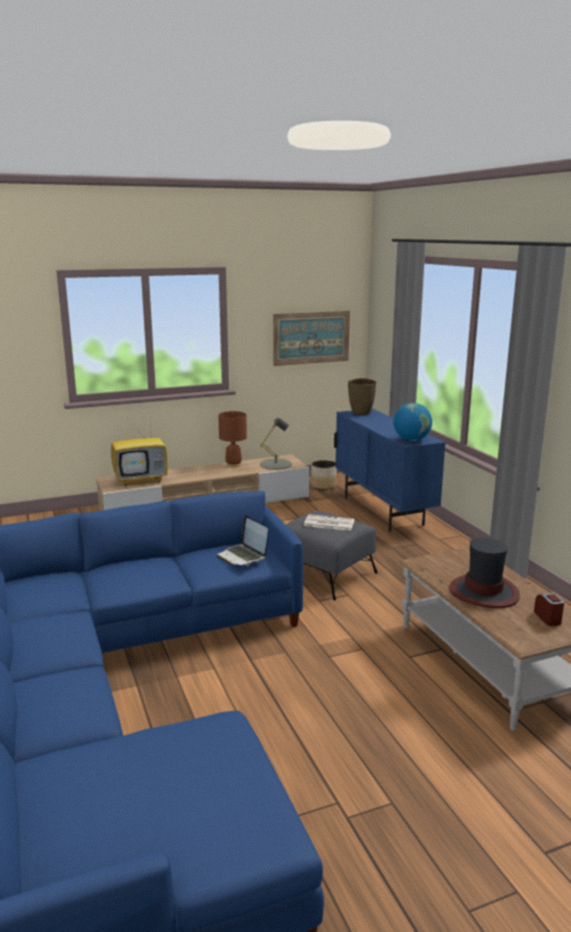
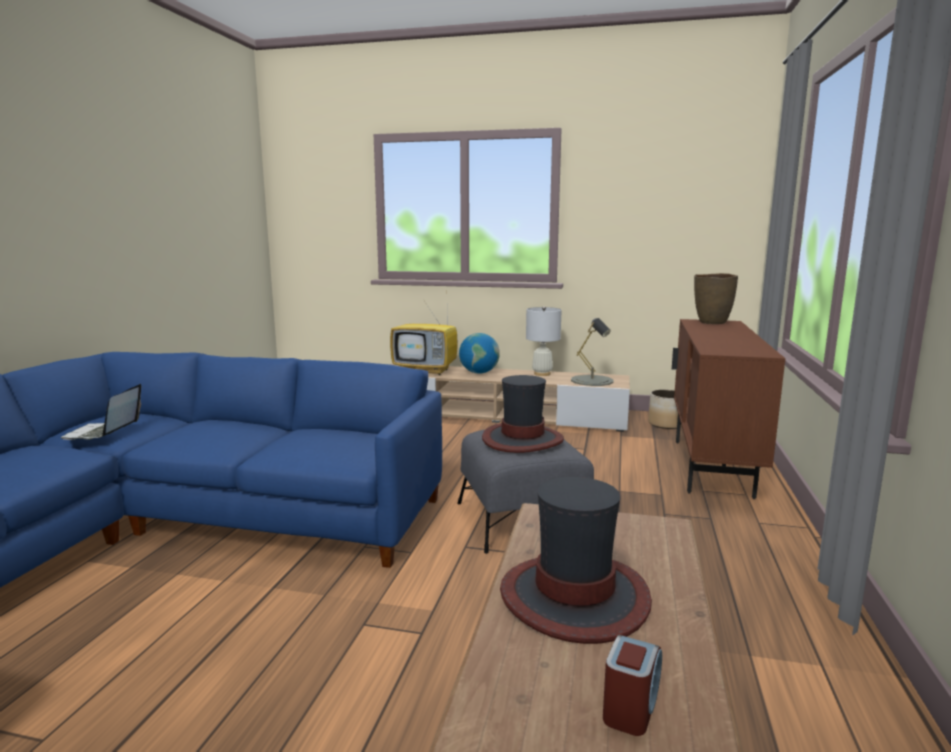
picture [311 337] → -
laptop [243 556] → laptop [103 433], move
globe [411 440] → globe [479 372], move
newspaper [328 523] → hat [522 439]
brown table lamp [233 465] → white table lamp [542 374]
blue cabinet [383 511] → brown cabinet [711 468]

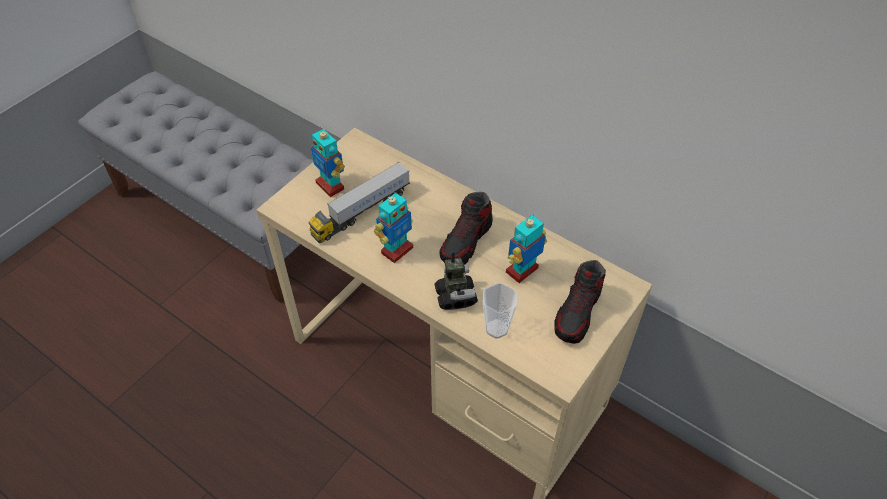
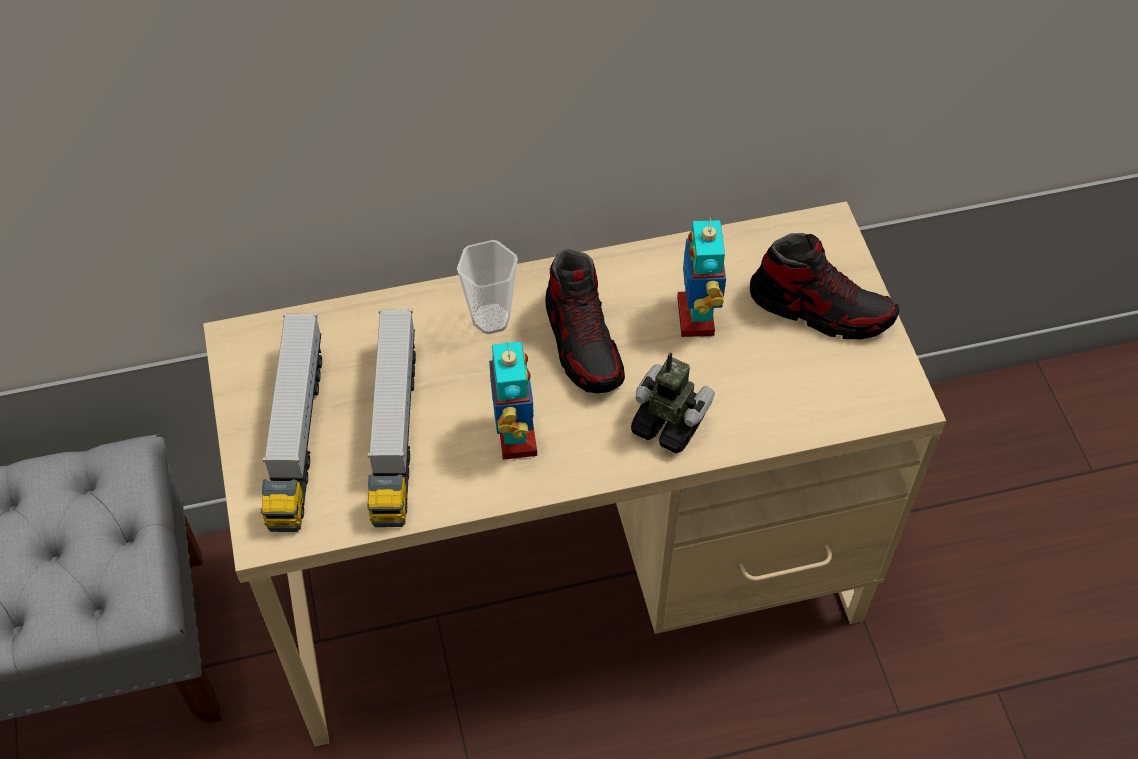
cup [496 328] → cup [491 319], move
toy robot [330 186] → toy truck [296 435]
shoe [578 313] → shoe [820 309], 45 degrees counterclockwise

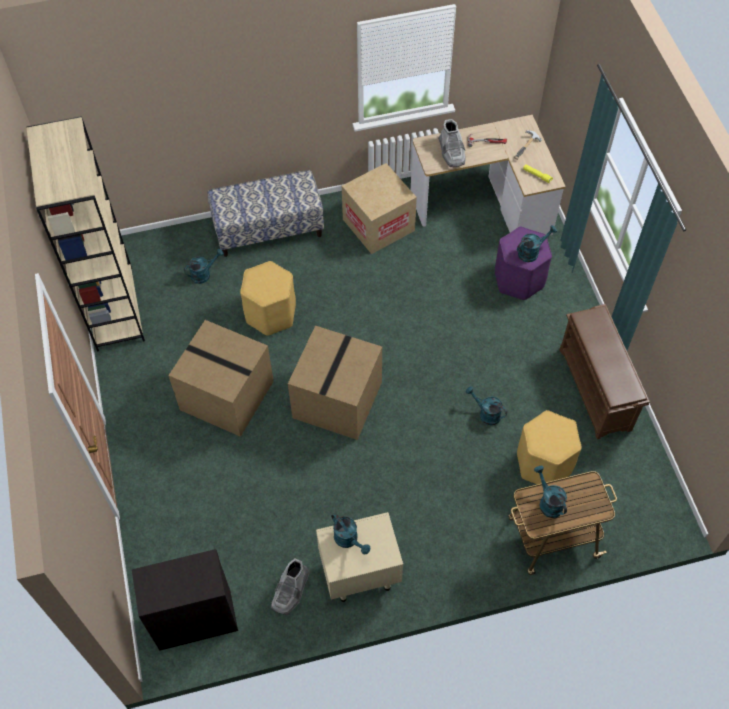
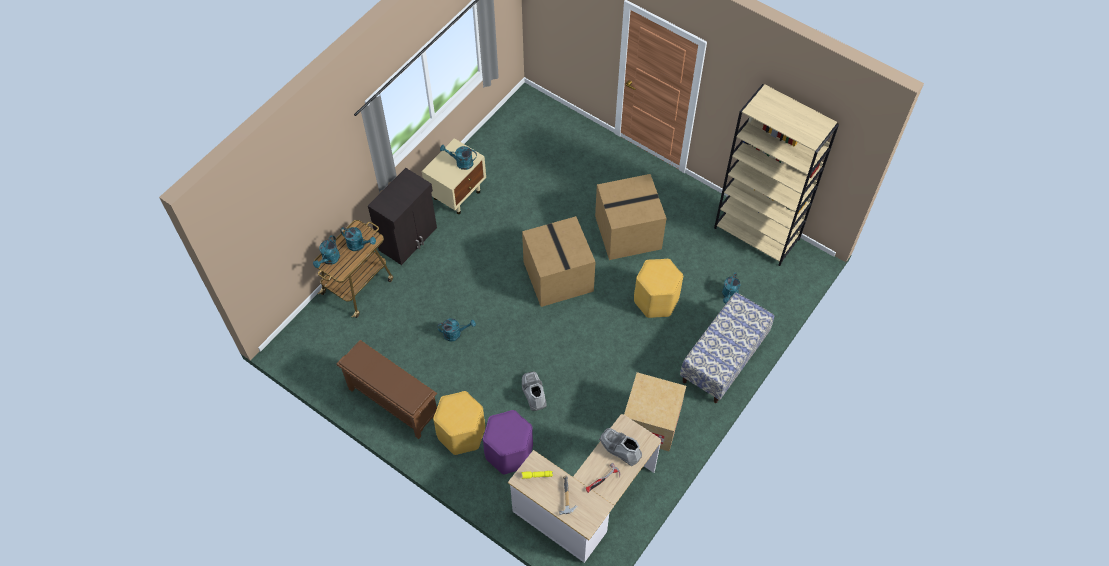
black cabinet [194 619] → black cabinet [409 239], move
grey boot [290 591] → grey boot [533 392], move
turquoise watering can [531 252] → turquoise watering can [329 260], move
yellow stool [543 463] → yellow stool [461 433], move

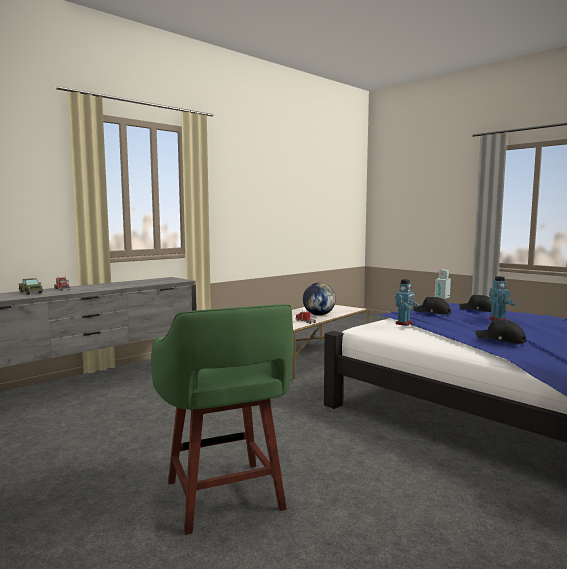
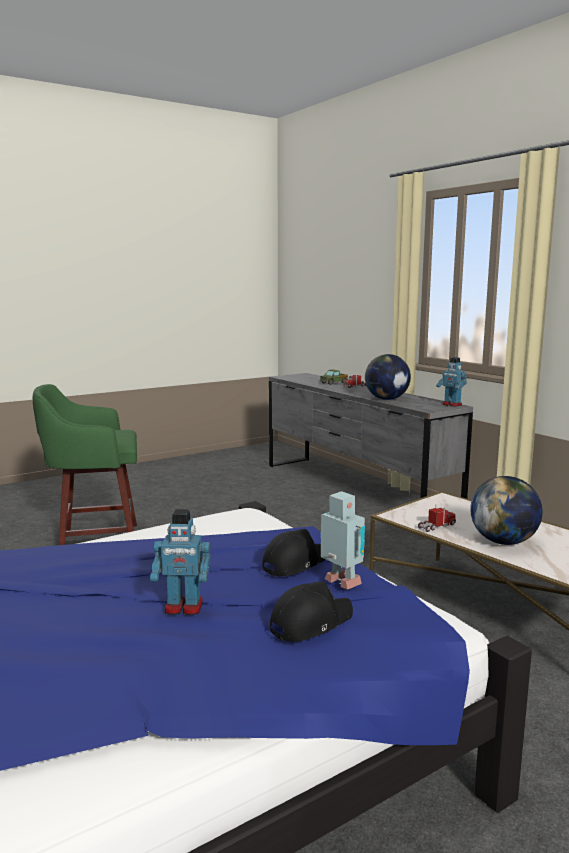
black cap [500 339] → -
- → globe [387 399]
toy robot [404 323] → toy robot [451 404], move

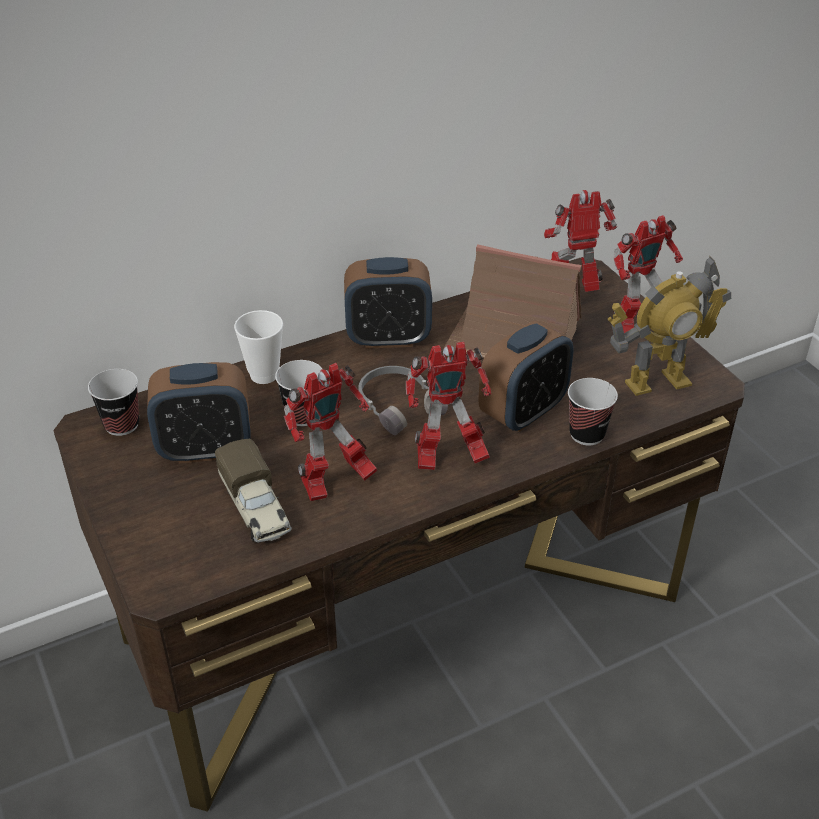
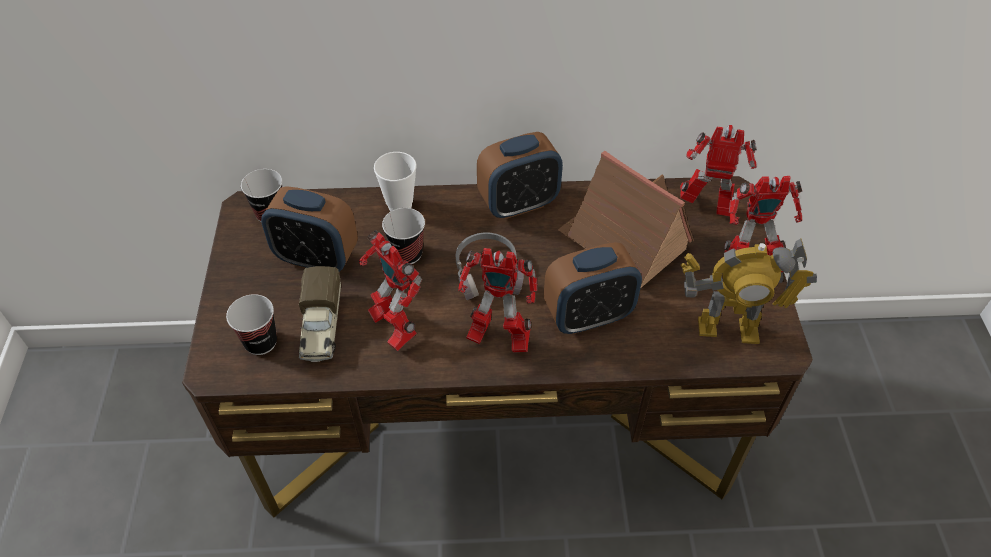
cup [587 434] → cup [261 342], move
toy robot [334 483] → toy robot [393 326], 60 degrees clockwise
alarm clock [388 338] → alarm clock [518 204], 45 degrees counterclockwise

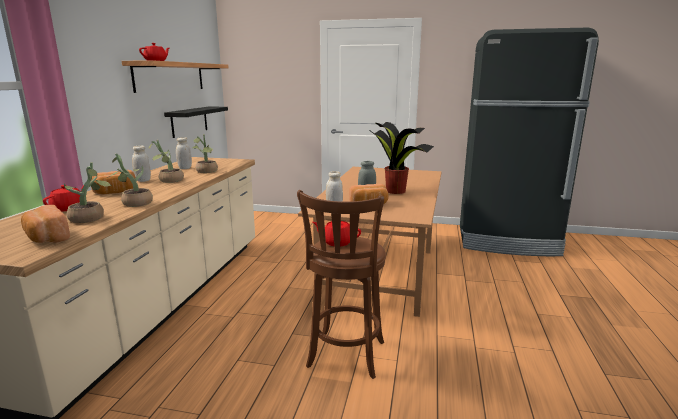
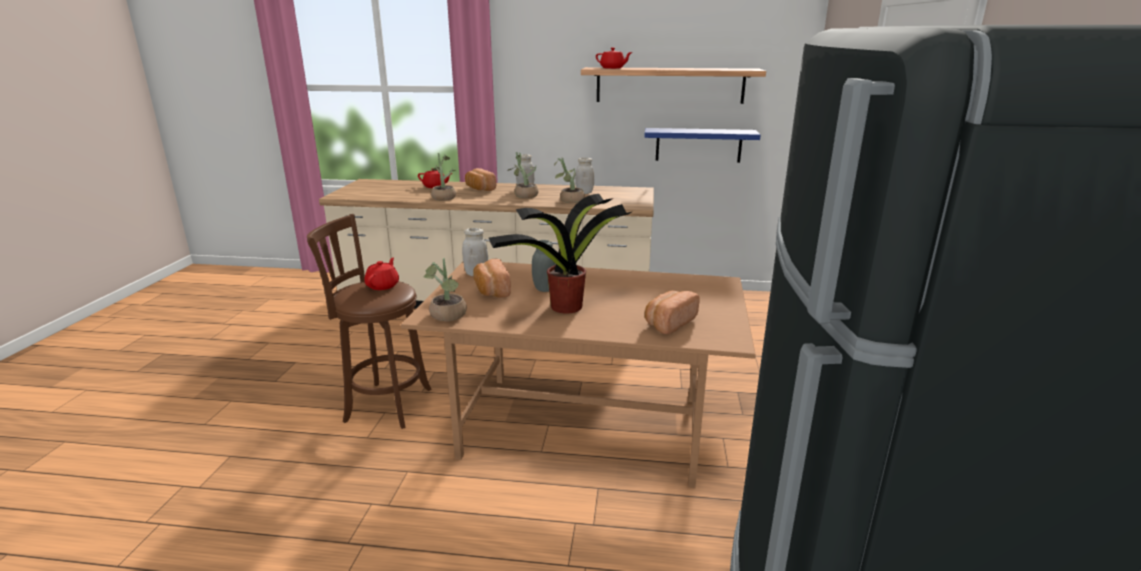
bread [46 238] → bread [669 323], move
potted plant [91 218] → potted plant [447 316], move
black shelf [189 121] → blue shelf [698 145]

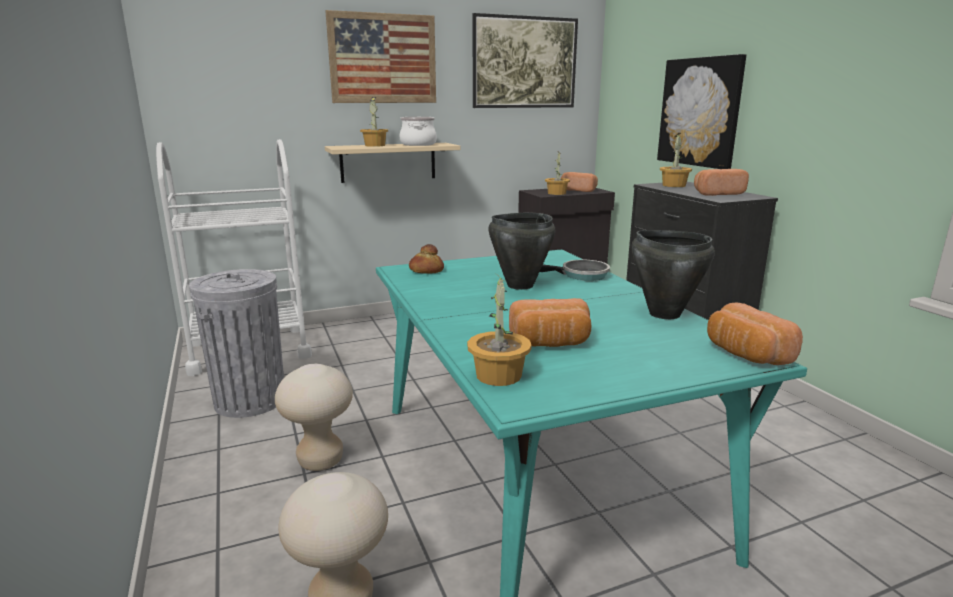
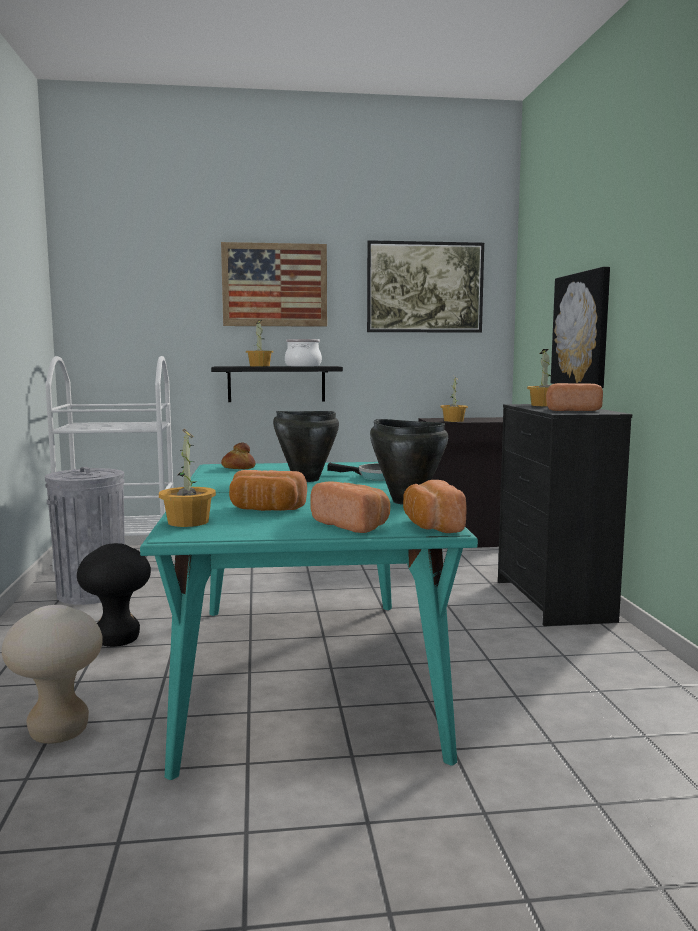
bread [580 190] → bread [353 525], move
beige stool [320 460] → black stool [117 640]
beige shelf [388 162] → black shelf [276 384]

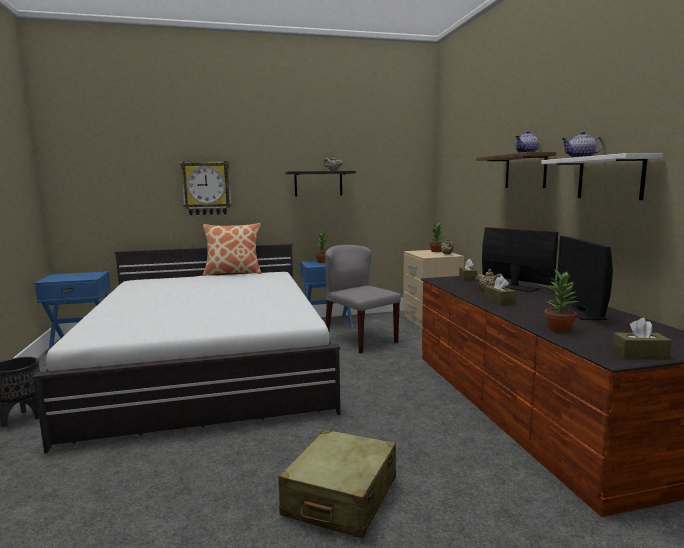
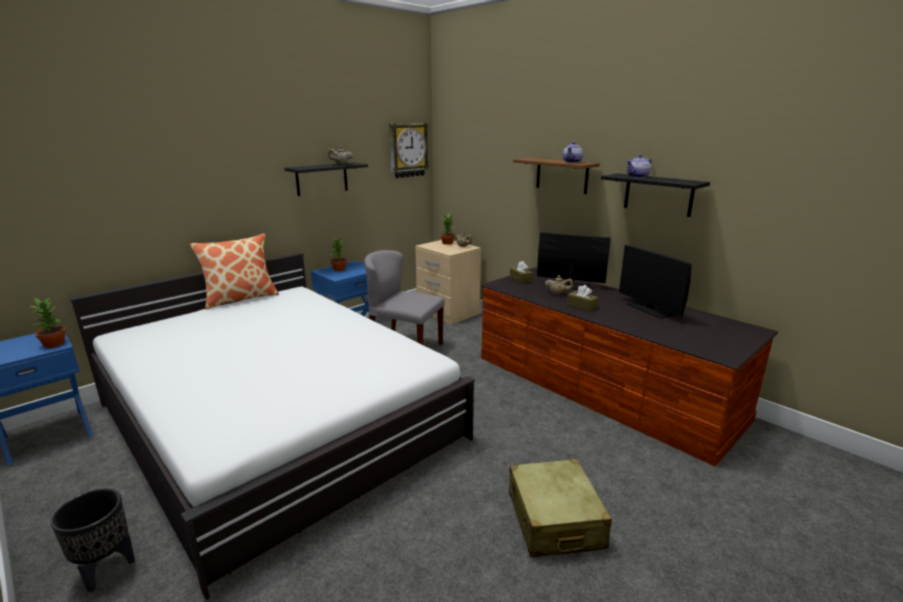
brown tissue box [640 354] → -
wall clock [206 188] → wall clock [408 150], move
potted plant [559 329] → potted plant [54 344], move
white shelf [610 178] → black shelf [658 194]

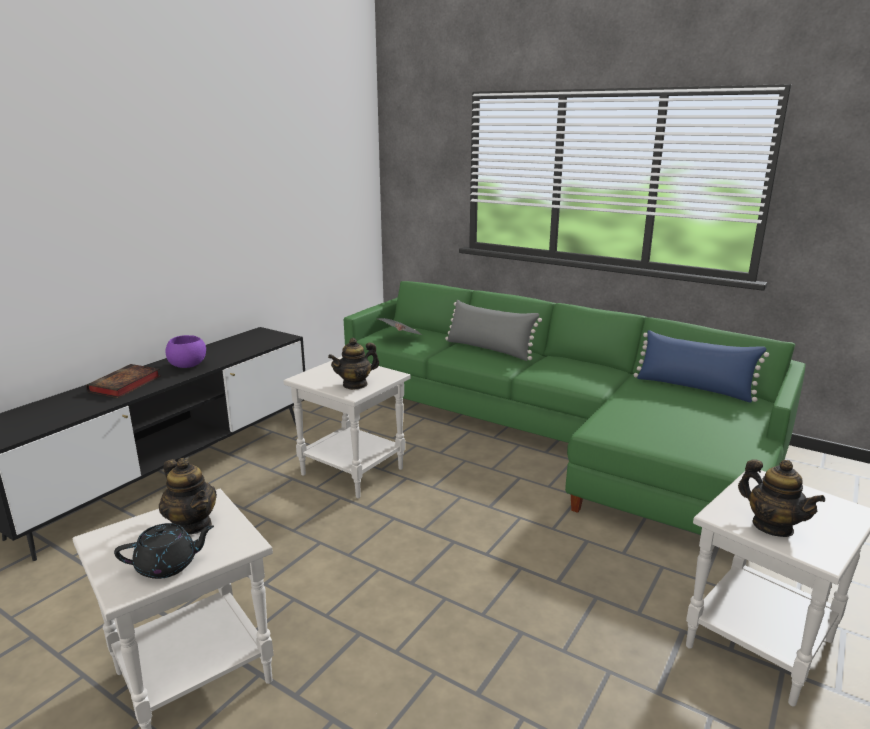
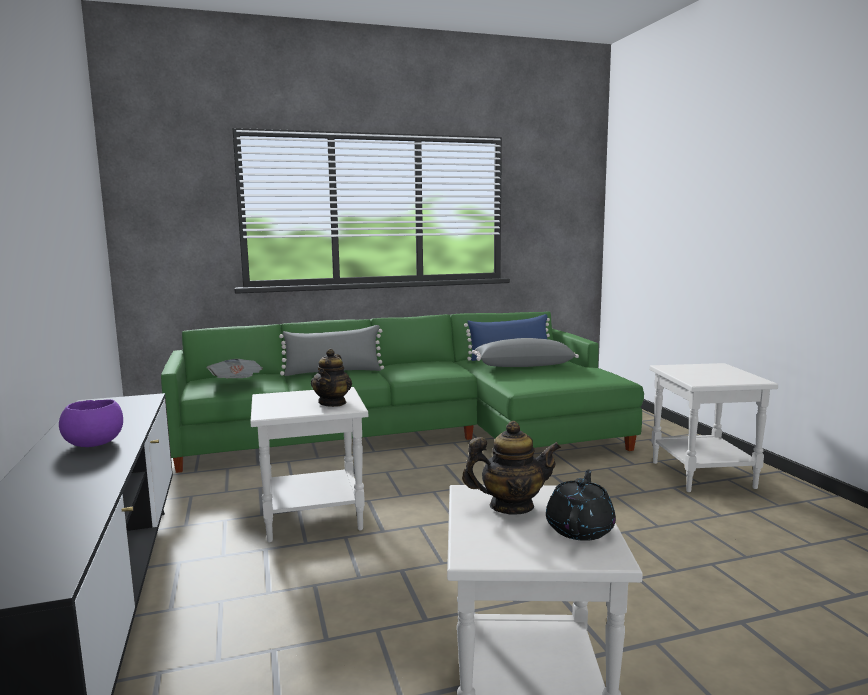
book [124 385] → -
teapot [772 526] → -
- → grey pillow [523 365]

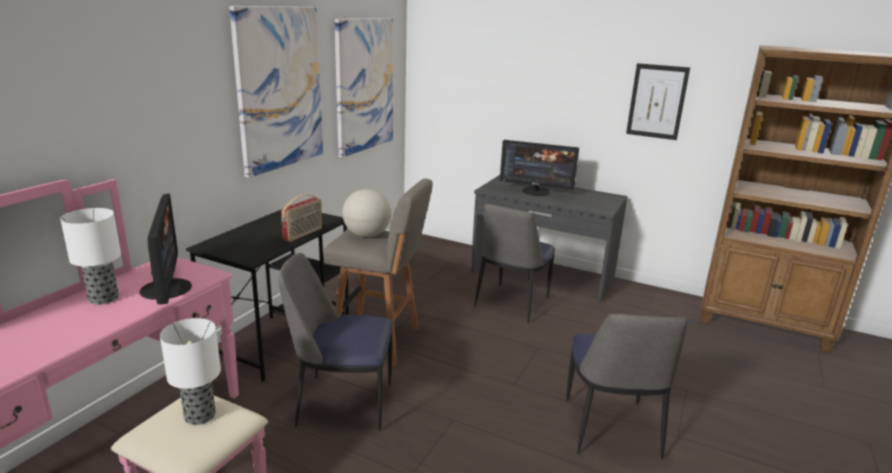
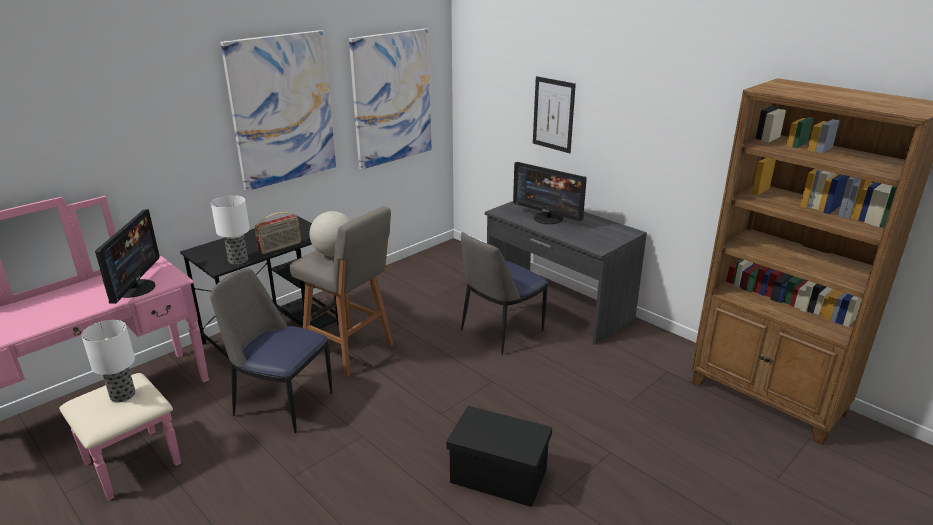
table lamp [104 298] → table lamp [238 260], move
picture [657 101] → picture [553 114], move
chair [610 430] → black storage box [497 476]

